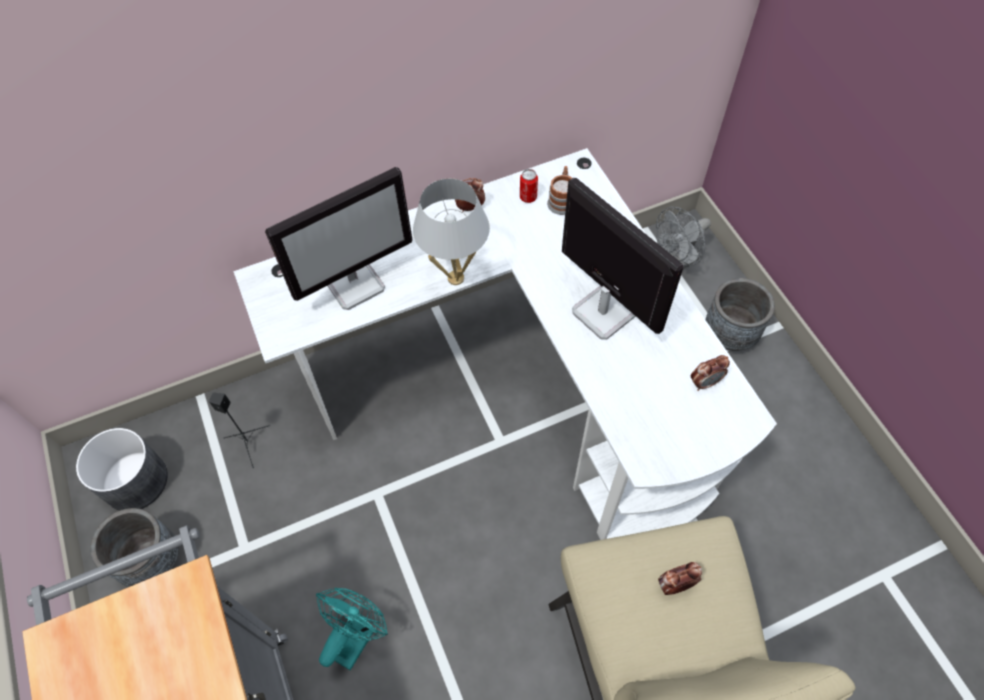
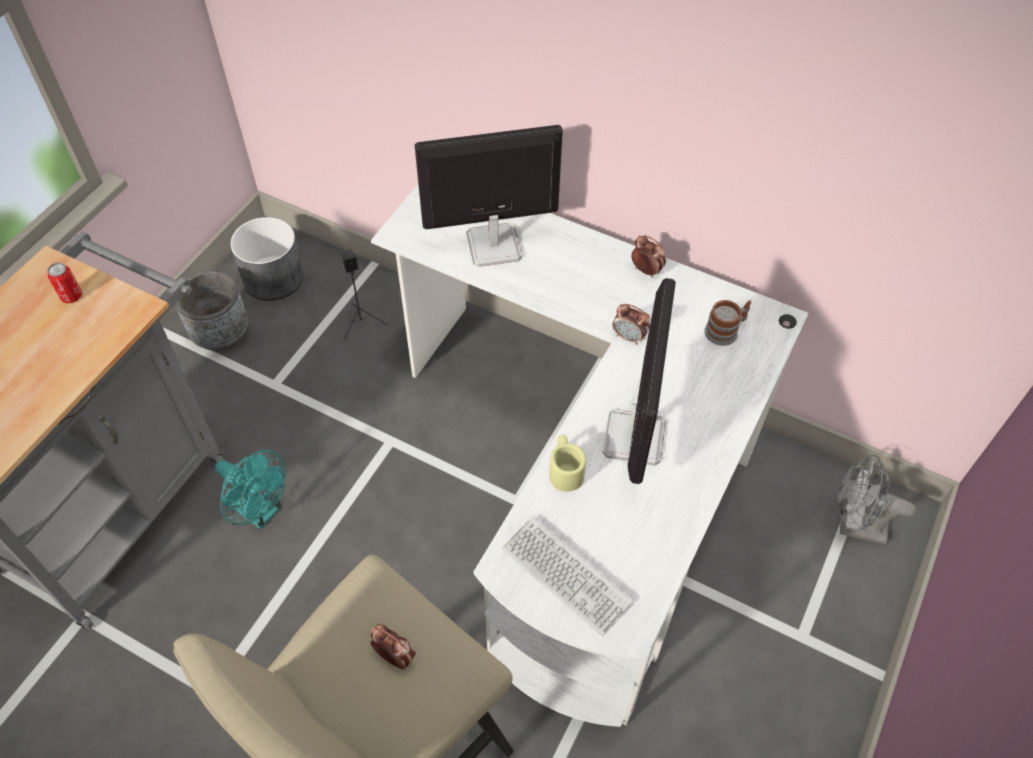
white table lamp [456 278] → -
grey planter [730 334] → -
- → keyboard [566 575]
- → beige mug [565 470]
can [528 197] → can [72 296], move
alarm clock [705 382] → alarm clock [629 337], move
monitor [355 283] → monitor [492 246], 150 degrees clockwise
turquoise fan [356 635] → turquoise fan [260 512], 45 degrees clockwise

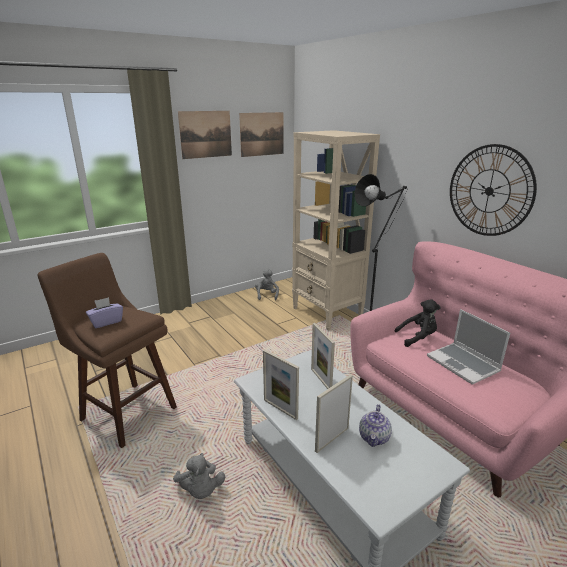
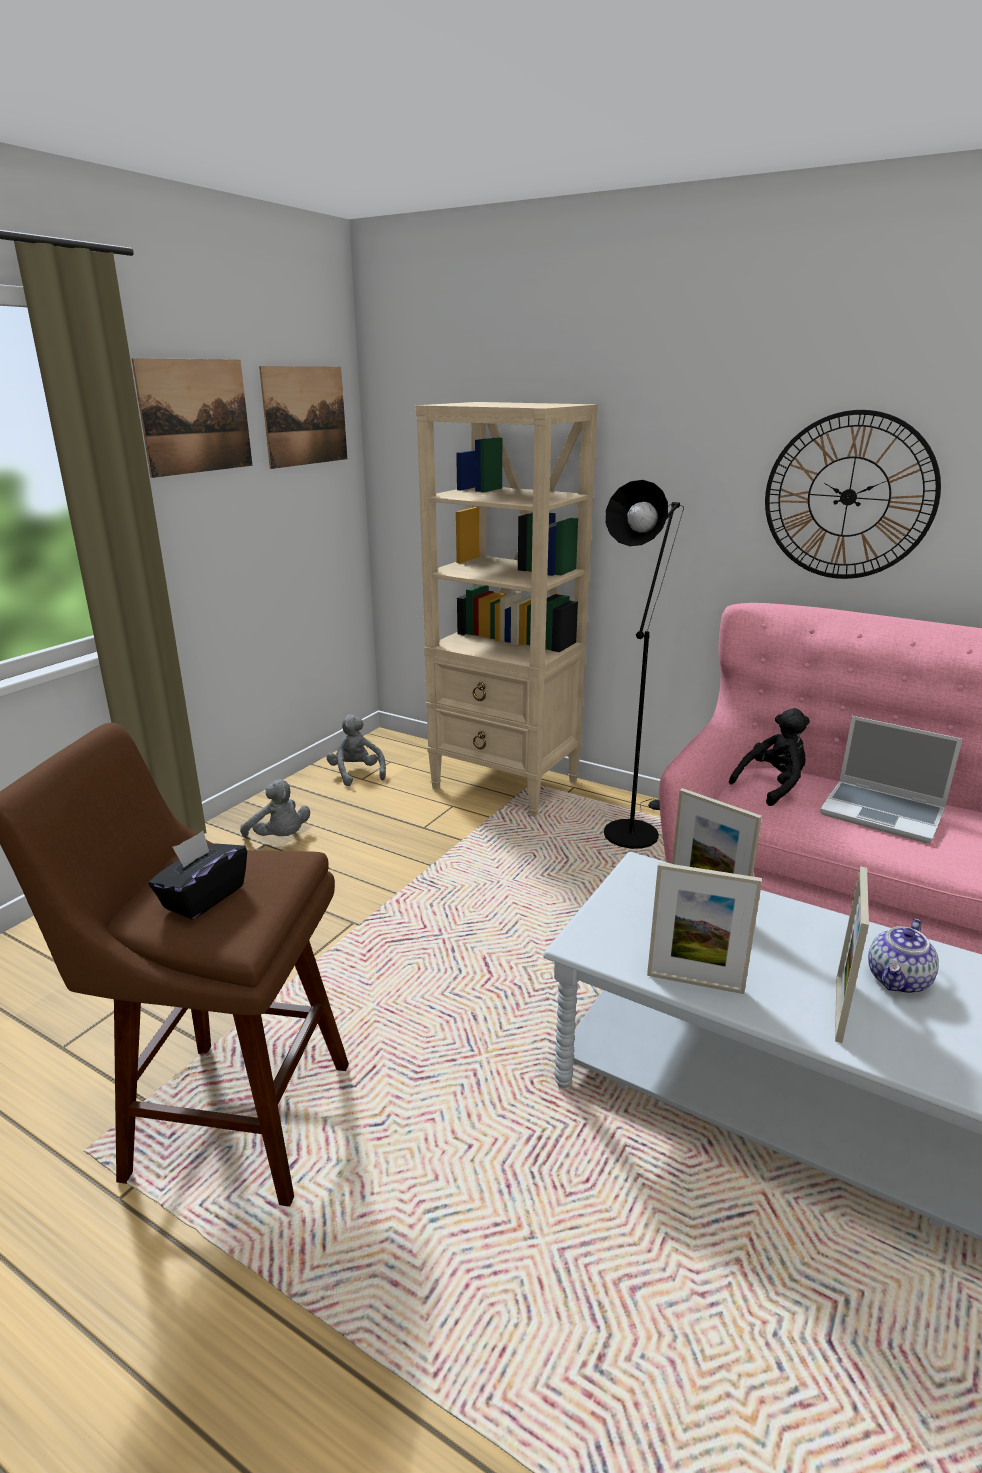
grey plush toy [200 490] → grey plush toy [280 837], move
purple tissue box [106 322] → black tissue box [203 897]
teapot [374 438] → teapot [898 980], 45 degrees clockwise

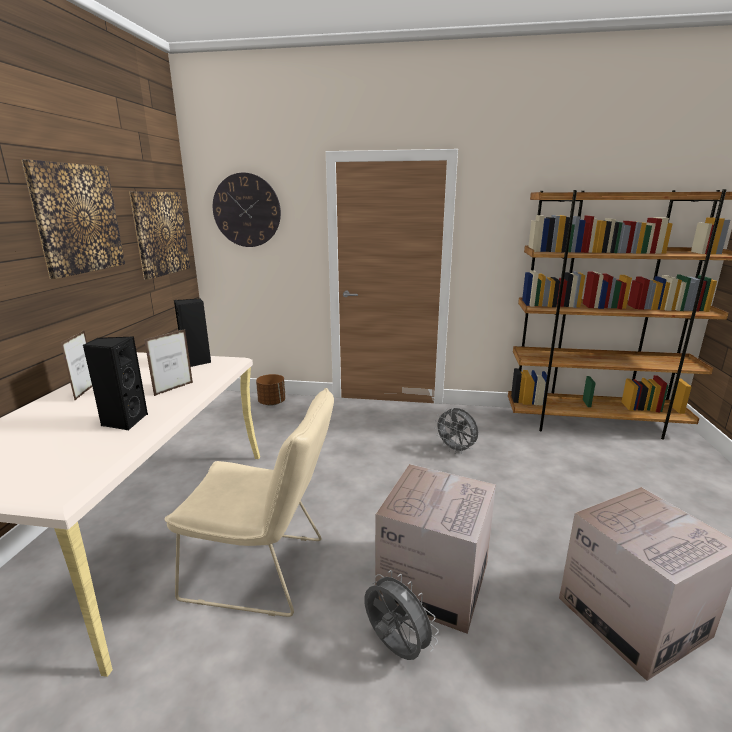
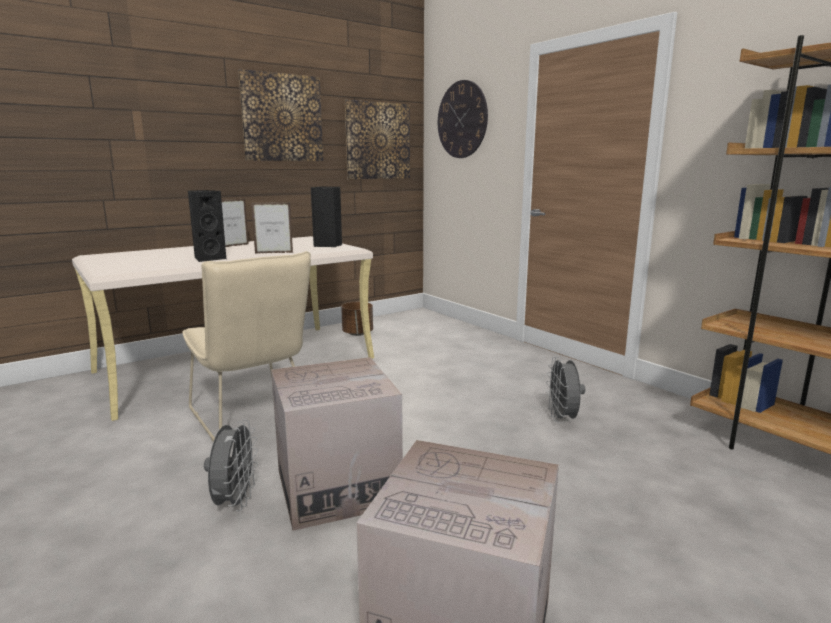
brown planter [272 403] → brown planter [358 333], move

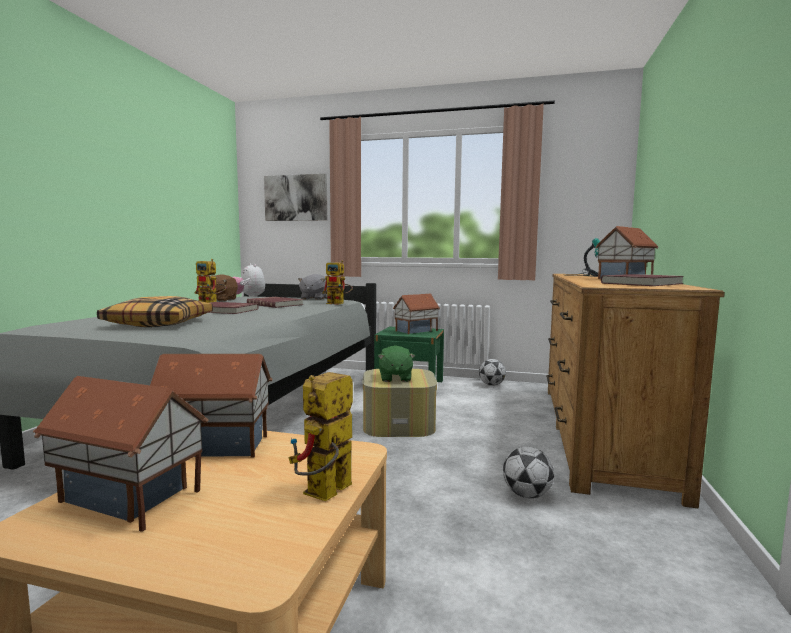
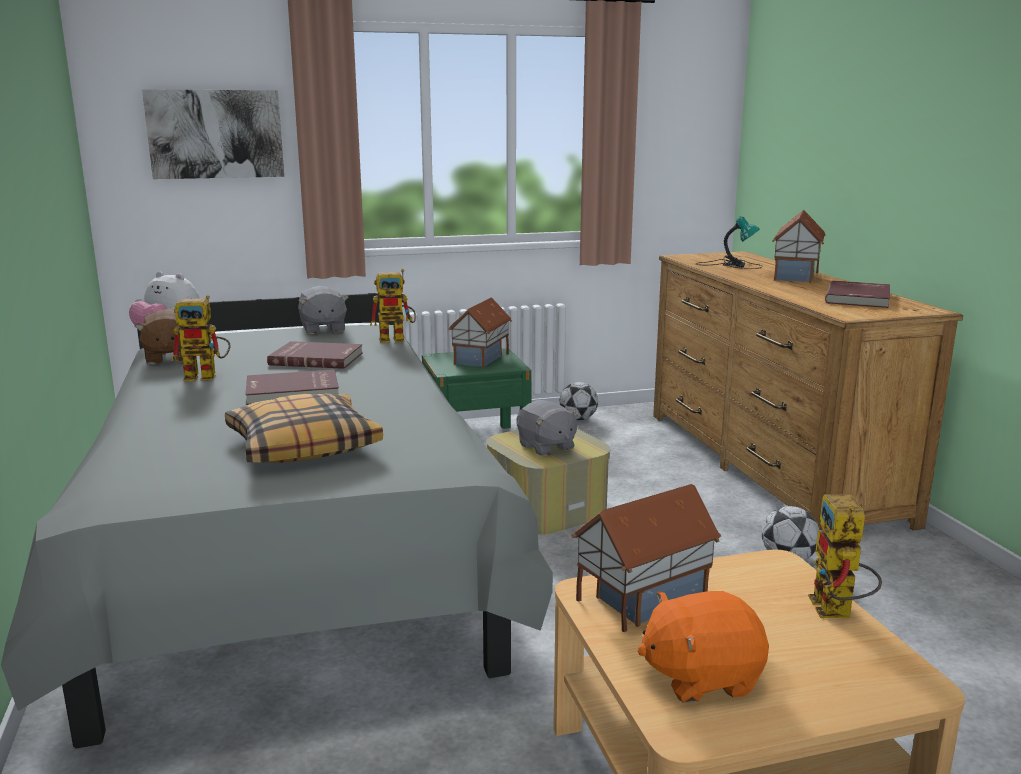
toy house [127 499] → orange plush toy [701 676]
green plush toy [395 378] → grey plush toy [546 447]

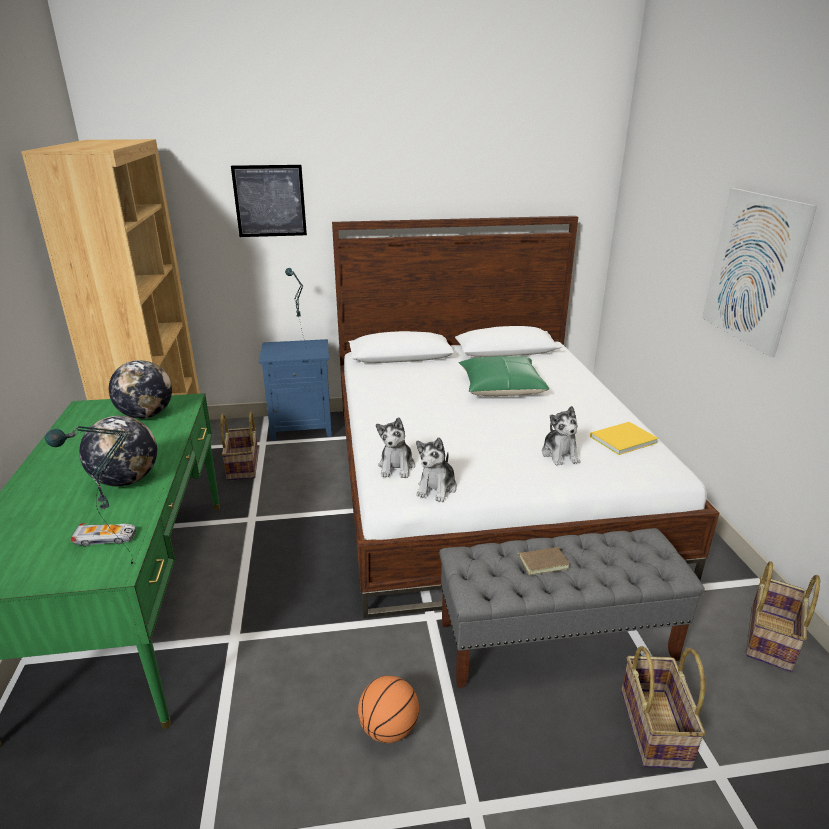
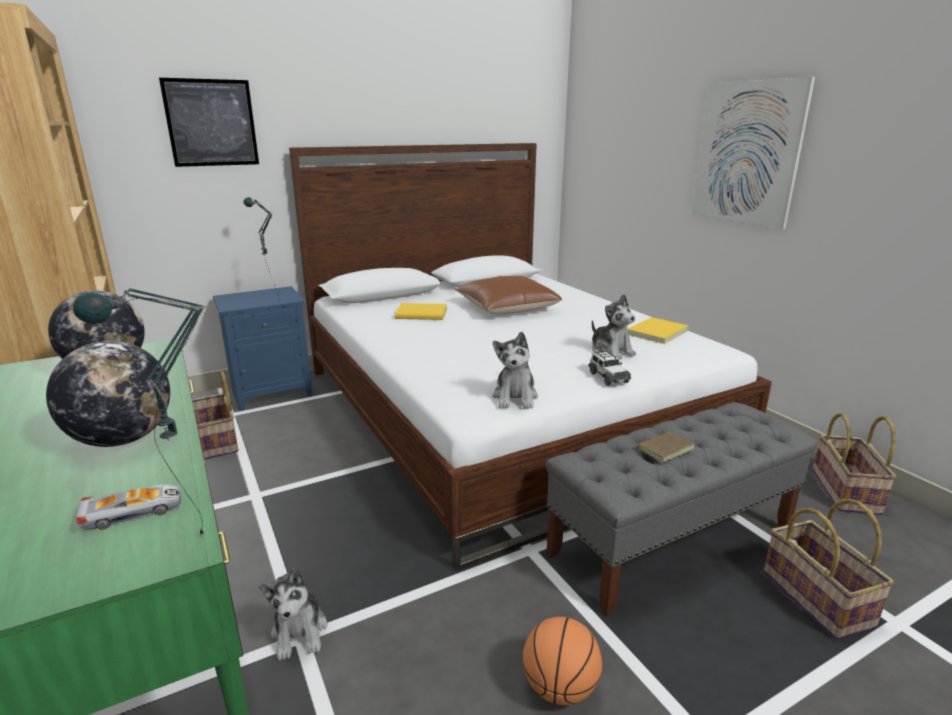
- → yellow book [422 314]
- → toy car [607 377]
plush toy [397 467] → plush toy [299 632], move
green pillow [501 387] → brown pillow [506 308]

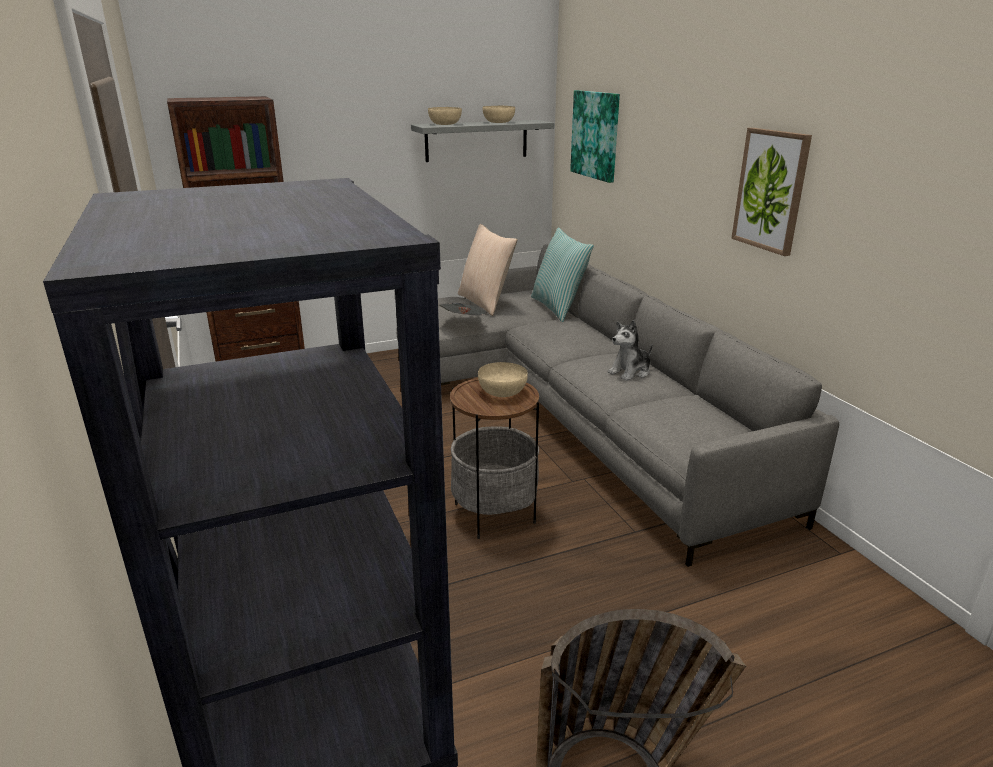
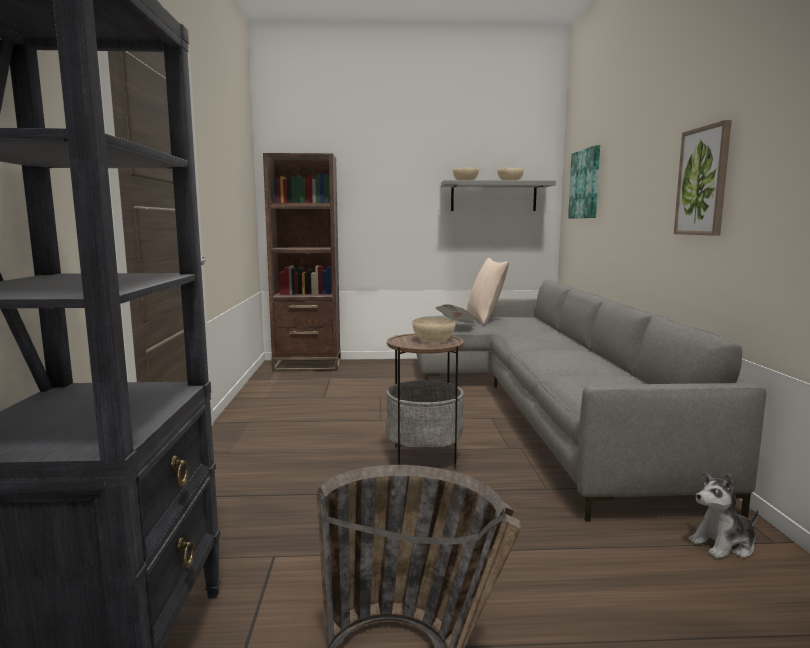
pillow [558 308] → -
plush toy [630 372] → plush toy [723 545], move

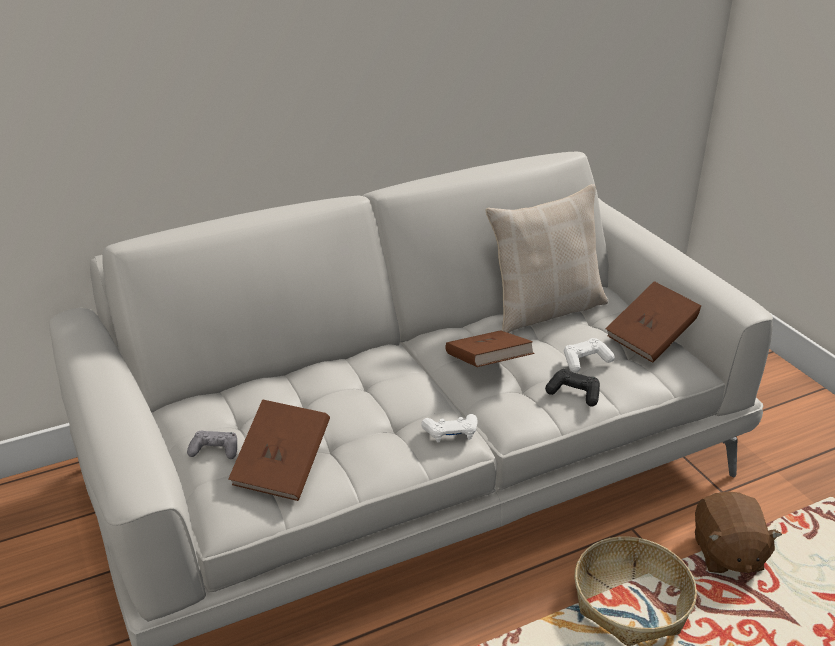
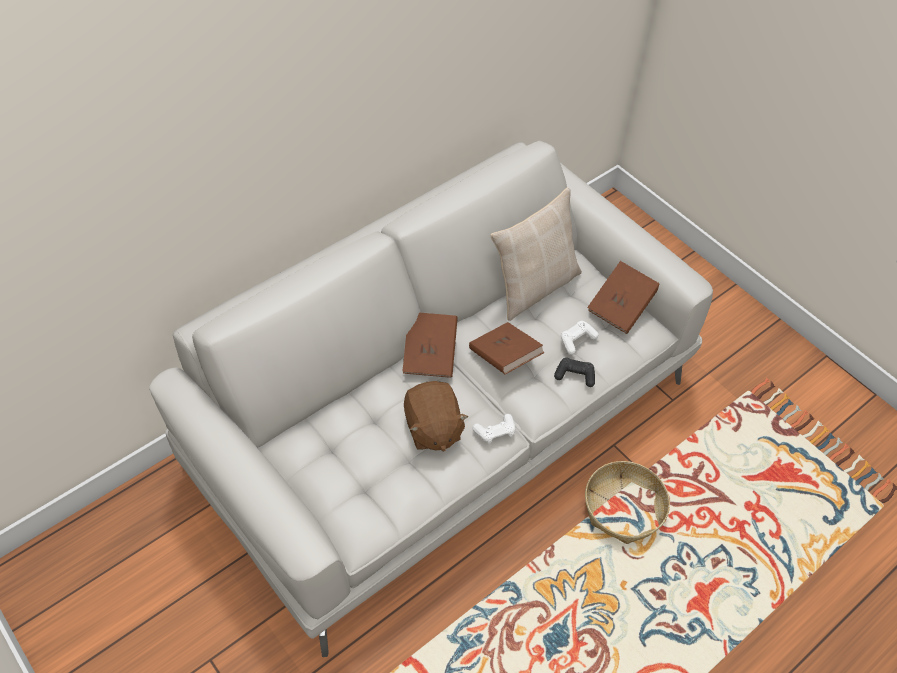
grey game controller [215 449] → -
brown book [282 468] → brown book [430 354], move
brown plush toy [726 553] → brown plush toy [432 428], move

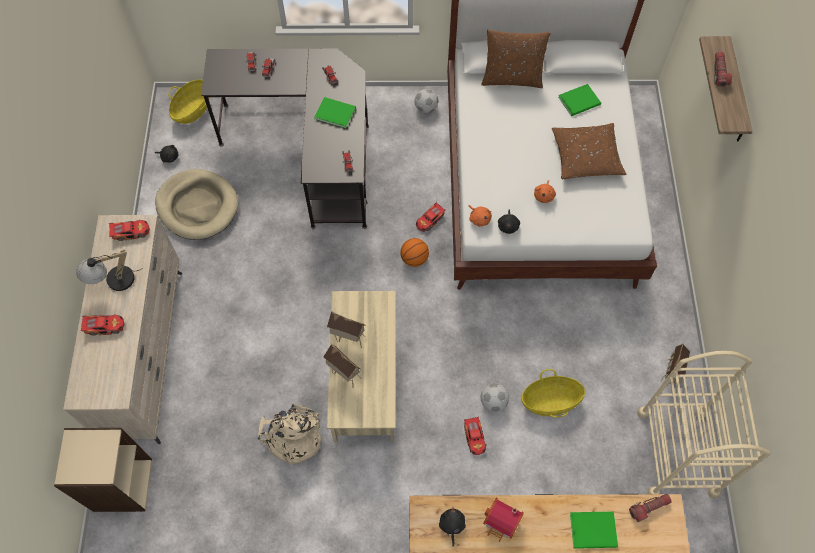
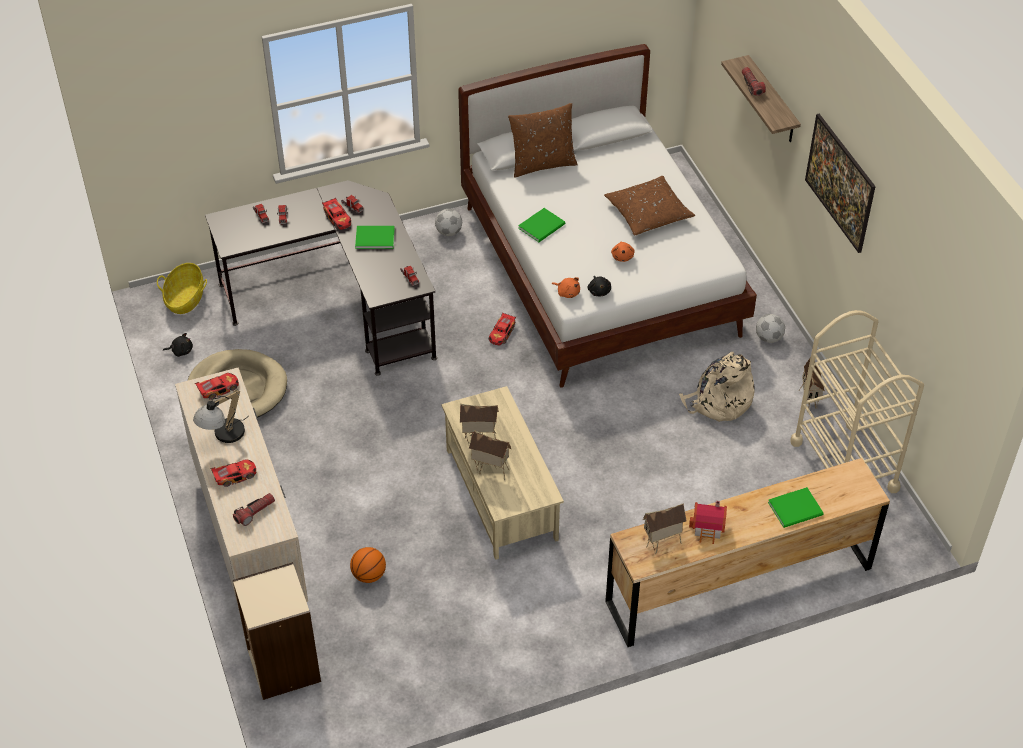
basket [550 400] → -
- → picture [837 199]
beige backpack [292 437] → beige backpack [718 402], move
basketball [414 259] → basketball [369 575], move
toy car [475 437] → toy car [338 218], move
football [493 402] → football [769 338], move
green book [580 101] → green book [543 226], move
flashlight [649 508] → flashlight [255 512], move
black plush toy [451 525] → toy house [662 545]

